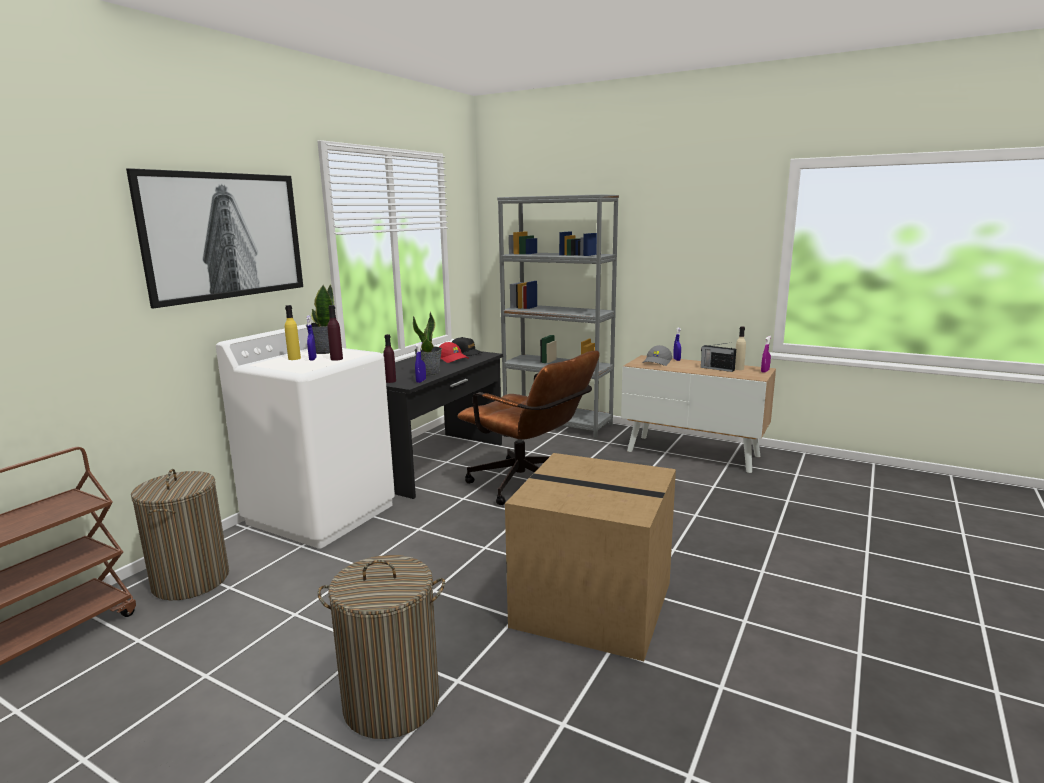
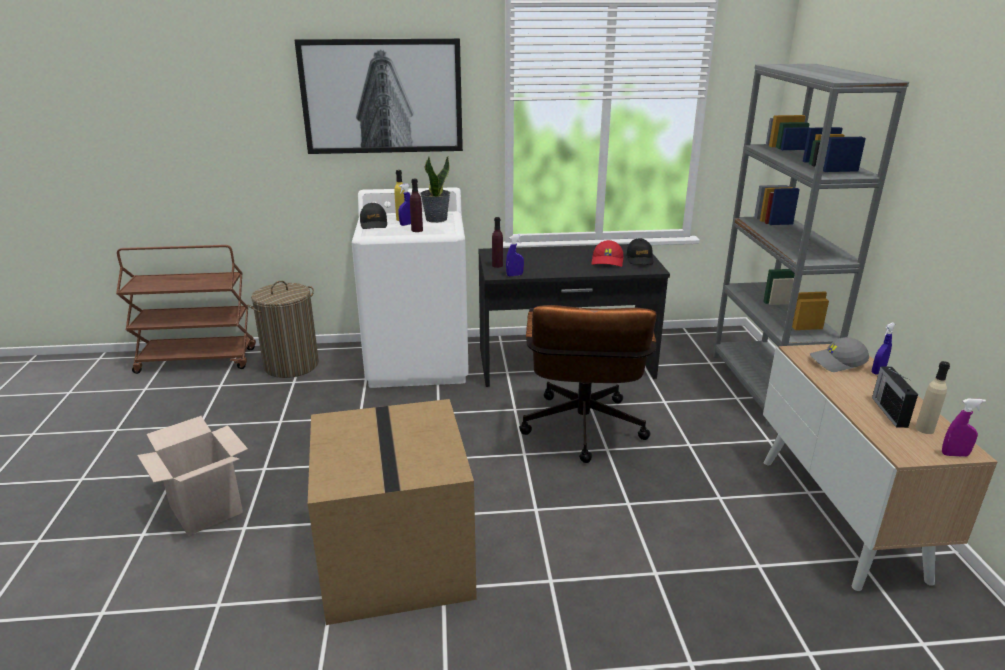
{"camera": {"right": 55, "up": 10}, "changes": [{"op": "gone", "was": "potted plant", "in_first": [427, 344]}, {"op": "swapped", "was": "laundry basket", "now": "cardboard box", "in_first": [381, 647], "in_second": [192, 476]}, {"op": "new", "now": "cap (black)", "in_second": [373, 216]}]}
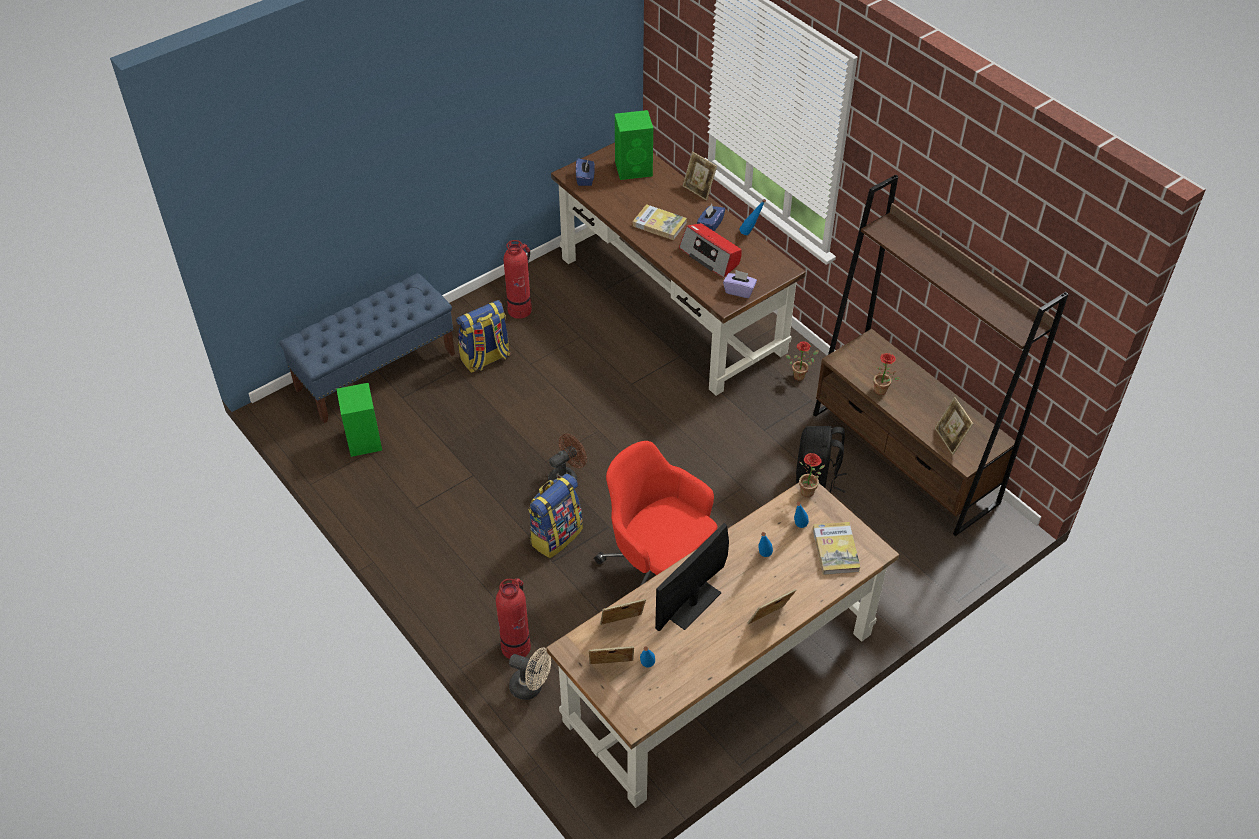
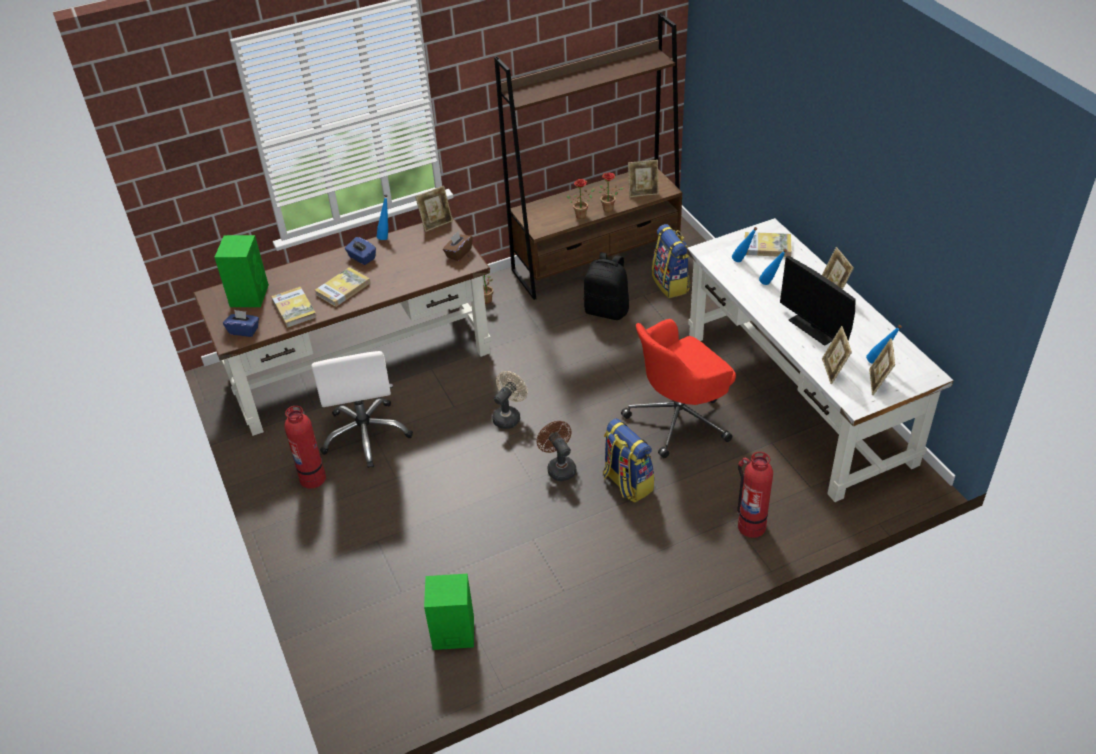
{"camera": {"right": -75, "up": -5}, "changes": [{"op": "shifted", "was": "picture frame", "in_first": [700, 176], "in_second": [434, 209]}, {"op": "gone", "was": "radio", "in_first": [710, 250]}, {"op": "repainted", "was": "tissue box (purple)", "now": "tissue box (brown)", "in_first": [740, 284], "in_second": [458, 246]}, {"op": "gone", "was": "bench (blue)", "in_first": [367, 348]}, {"op": "shifted", "was": "backpack", "in_first": [483, 336], "in_second": [671, 261]}, {"op": "shifted", "was": "potted plant", "in_first": [812, 475], "in_second": [612, 192]}, {"op": "repainted", "was": "desk (brown)", "now": "desk (white)", "in_first": [722, 645], "in_second": [820, 360]}, {"op": "shifted", "was": "fan (beige)", "in_first": [530, 673], "in_second": [510, 400]}, {"op": "new", "now": "book", "in_second": [294, 307]}, {"op": "new", "now": "office chair (white)", "in_second": [362, 409]}]}
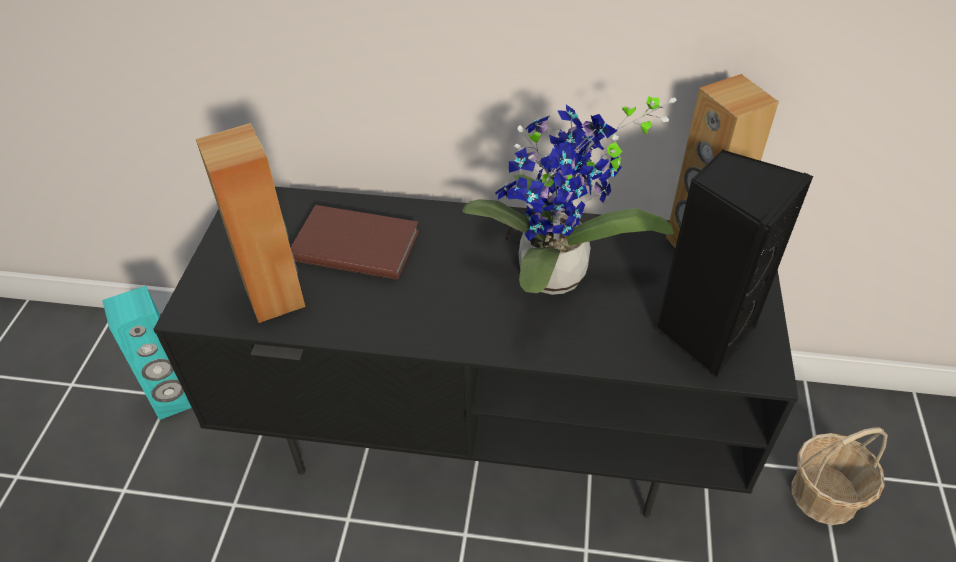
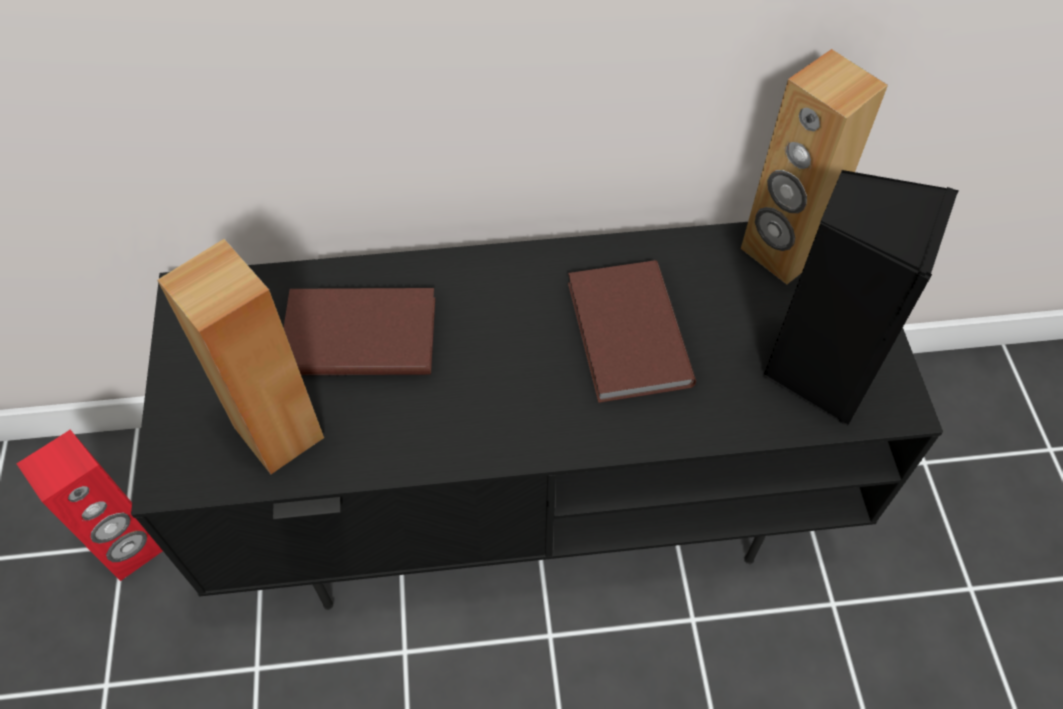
{"camera": {"right": -15, "up": 10}, "changes": [{"op": "swapped", "was": "potted plant", "now": "book (brown)", "in_first": [569, 195], "in_second": [632, 331]}, {"op": "repainted", "was": "speaker (turquoise)", "now": "speaker (red)", "in_first": [147, 353], "in_second": [89, 505]}, {"op": "gone", "was": "basket", "in_first": [840, 476]}]}
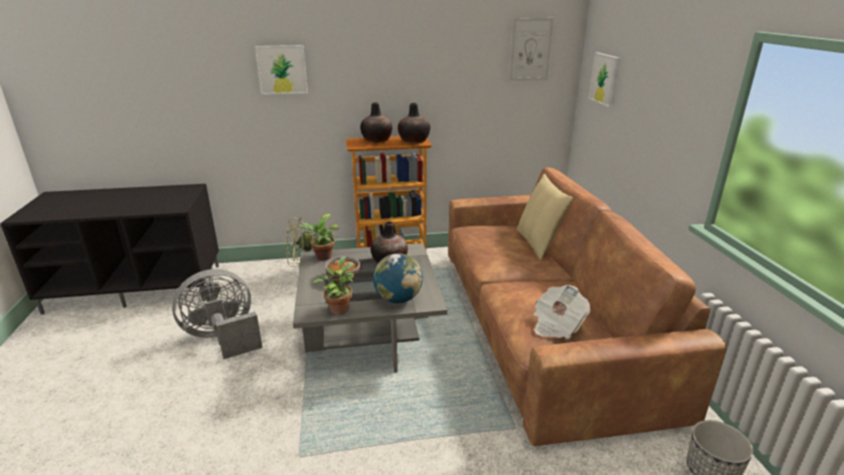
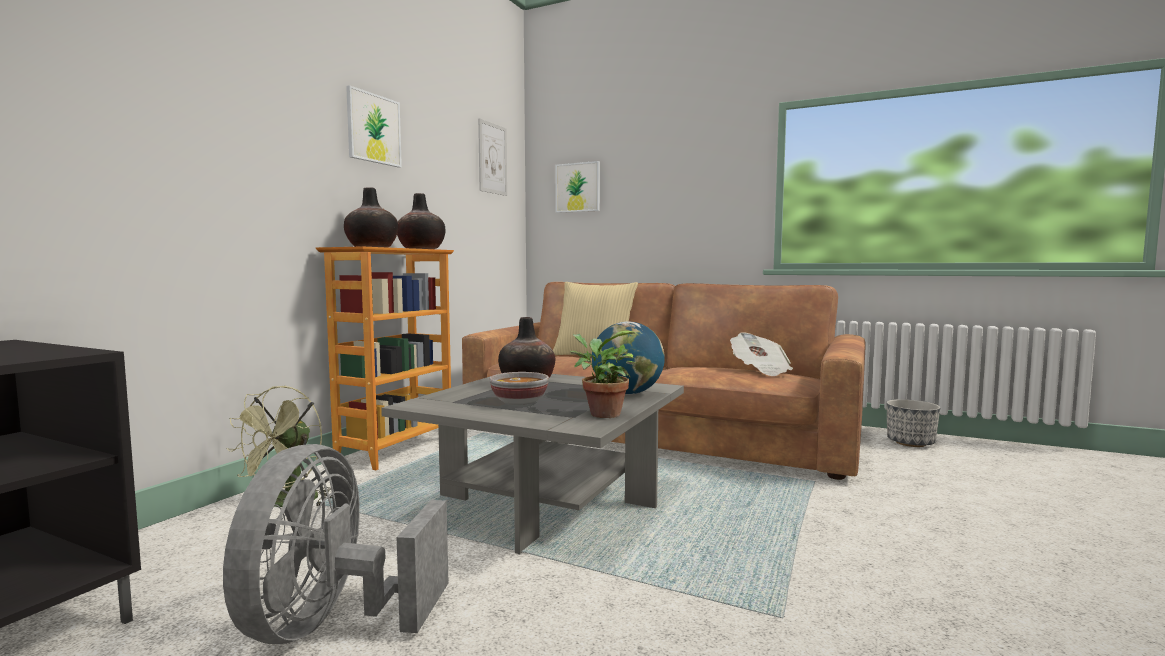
{"camera": {"right": -55, "up": -20}, "changes": [{"op": "shifted", "was": "picture", "in_first": [281, 70], "in_second": [374, 126]}, {"op": "gone", "was": "potted plant", "in_first": [318, 237]}]}
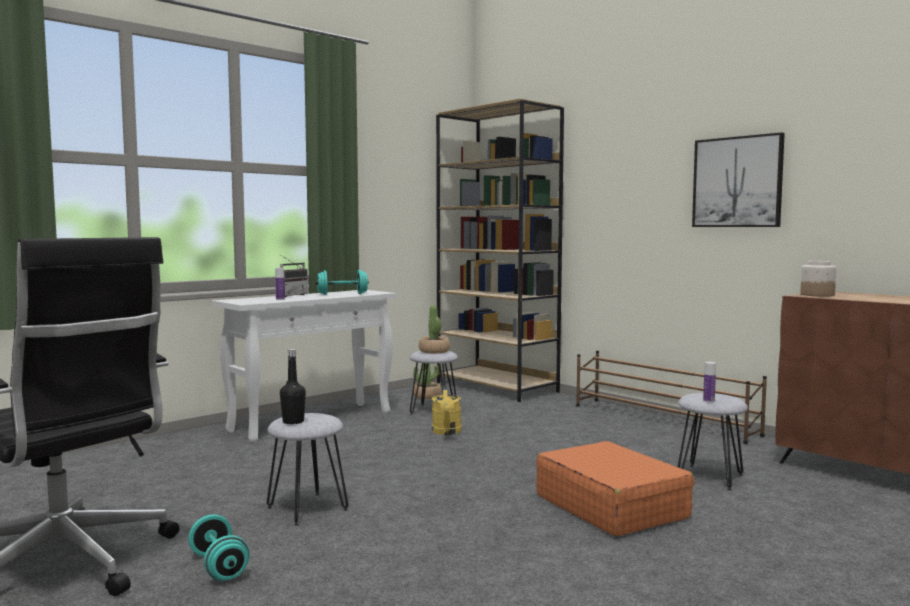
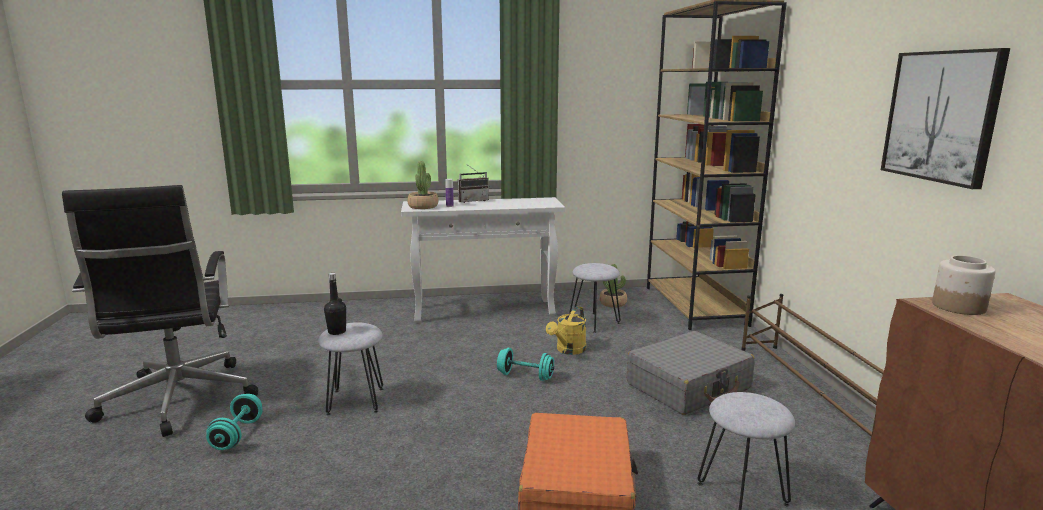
{"camera": {"right": 35, "up": 10}, "changes": [{"op": "shifted", "was": "dumbbell (turquoise)", "in_first": [342, 282], "in_second": [525, 364]}, {"op": "shifted", "was": "potted plant", "in_first": [434, 329], "in_second": [422, 185]}, {"op": "gone", "was": "bottle", "in_first": [709, 382]}, {"op": "new", "now": "suitcase (grey)", "in_second": [691, 373]}]}
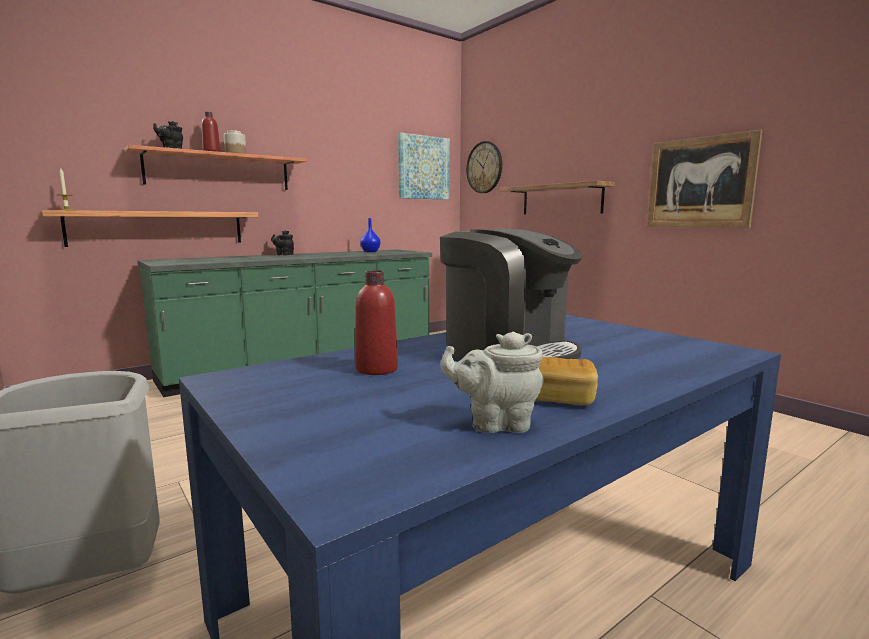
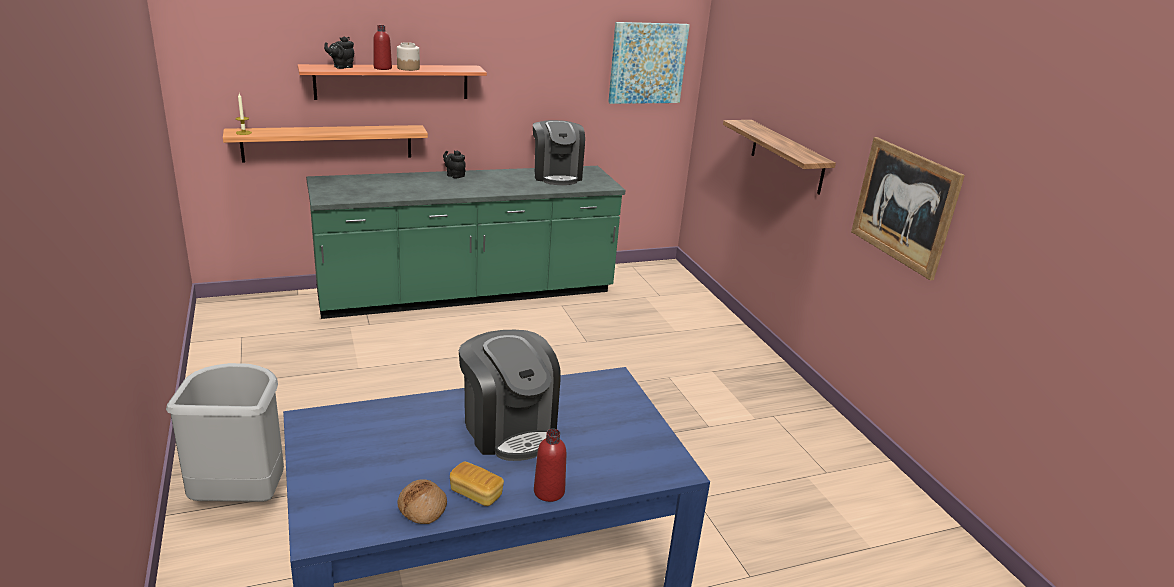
{"camera": {"right": 15, "up": 15}, "changes": [{"op": "gone", "was": "wall clock", "in_first": [484, 167]}, {"op": "swapped", "was": "vase (blue)", "now": "coffee machine", "in_first": [370, 235], "in_second": [559, 152]}, {"op": "shifted", "was": "bottle (red)", "in_first": [376, 322], "in_second": [550, 465]}, {"op": "swapped", "was": "teapot (grey)", "now": "bread", "in_first": [492, 382], "in_second": [422, 501]}]}
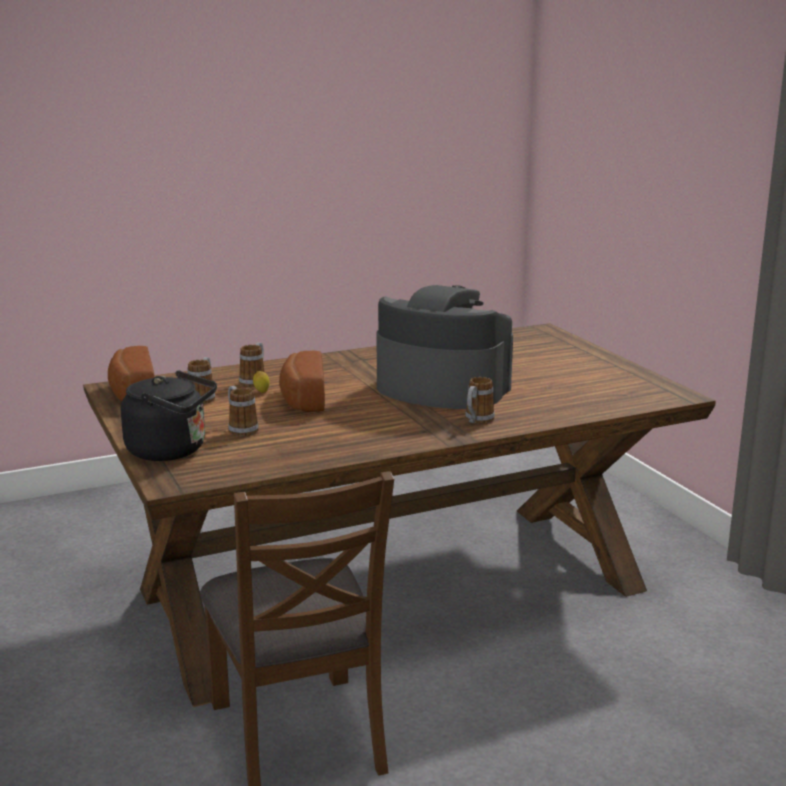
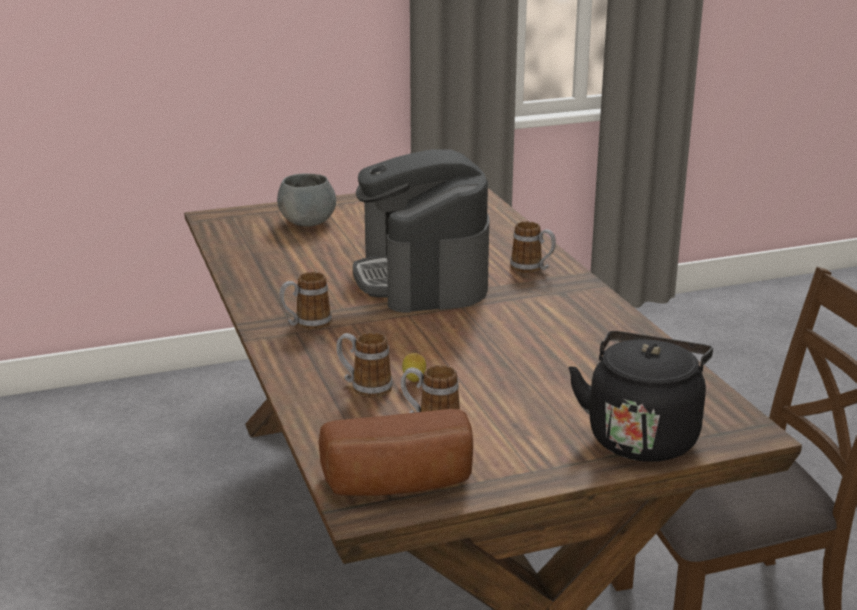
{"camera": {"right": -85, "up": 5}, "changes": [{"op": "rotated", "was": "coffee machine", "in_first": [445, 347], "in_second": [421, 231], "clockwise": -45}, {"op": "gone", "was": "bread", "in_first": [302, 381]}, {"op": "shifted", "was": "mug", "in_first": [243, 411], "in_second": [306, 301]}, {"op": "new", "now": "bowl (grey)", "in_second": [306, 200]}]}
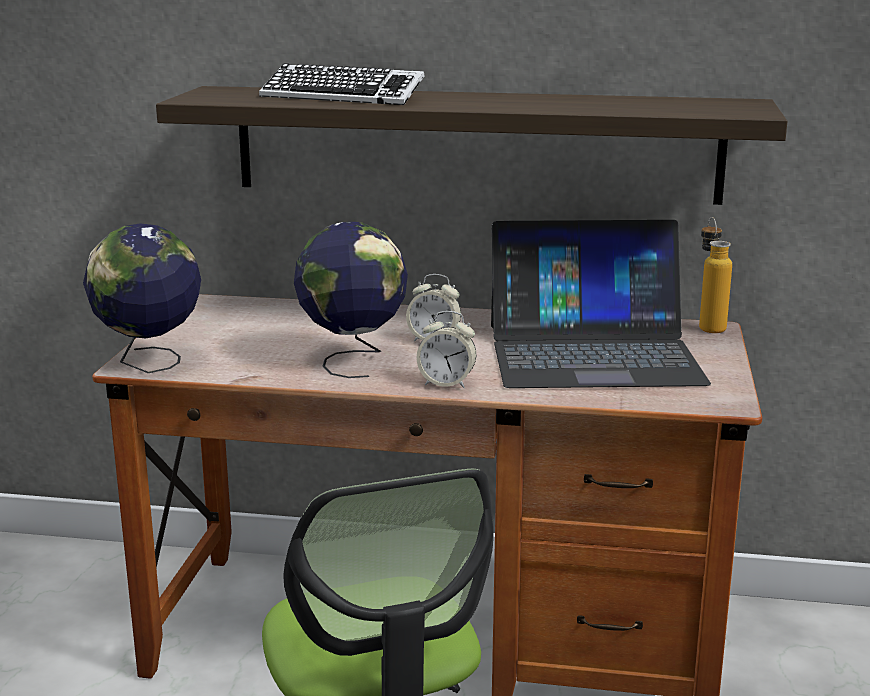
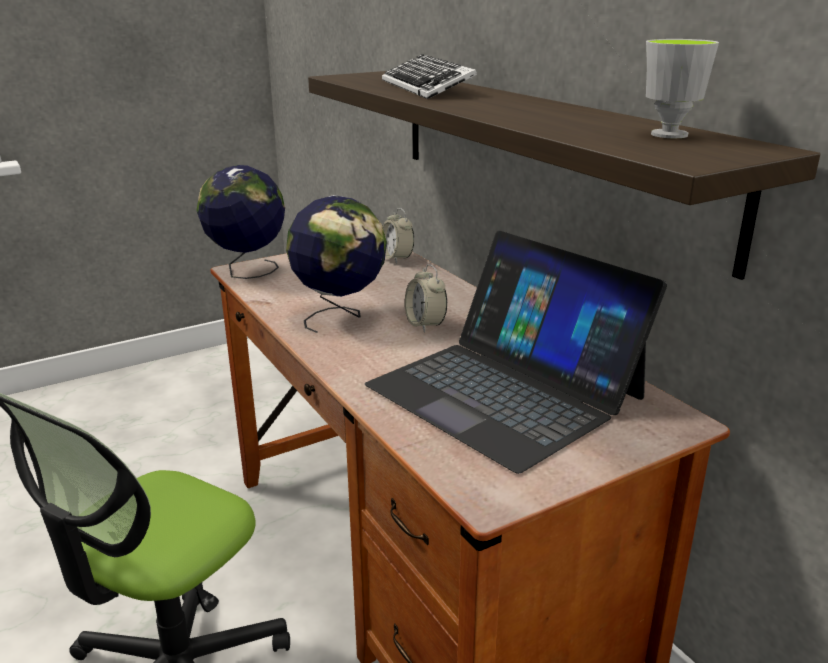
{"camera": {"right": 50, "up": 5}, "changes": [{"op": "gone", "was": "bottle", "in_first": [715, 275]}, {"op": "shifted", "was": "alarm clock", "in_first": [446, 349], "in_second": [398, 236]}, {"op": "new", "now": "cup", "in_second": [682, 88]}]}
